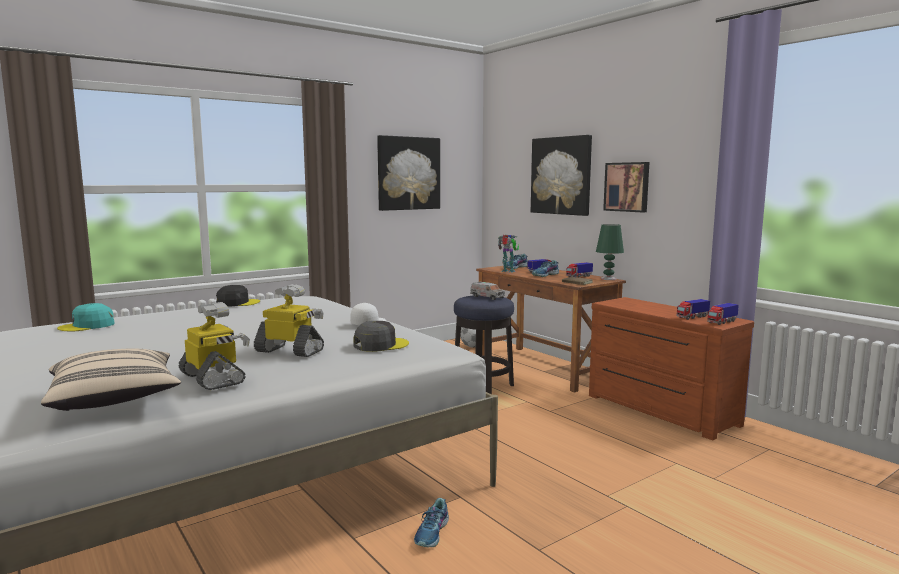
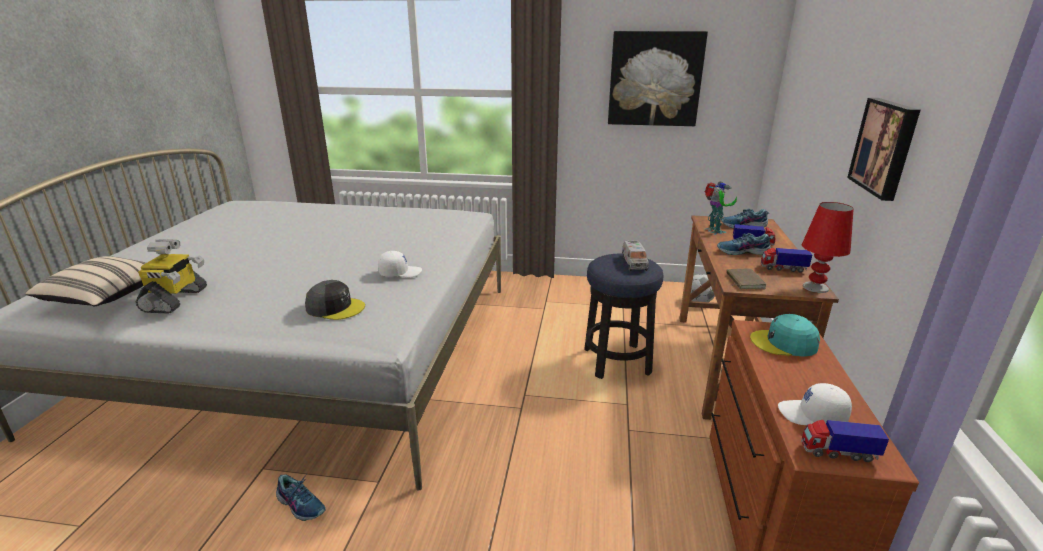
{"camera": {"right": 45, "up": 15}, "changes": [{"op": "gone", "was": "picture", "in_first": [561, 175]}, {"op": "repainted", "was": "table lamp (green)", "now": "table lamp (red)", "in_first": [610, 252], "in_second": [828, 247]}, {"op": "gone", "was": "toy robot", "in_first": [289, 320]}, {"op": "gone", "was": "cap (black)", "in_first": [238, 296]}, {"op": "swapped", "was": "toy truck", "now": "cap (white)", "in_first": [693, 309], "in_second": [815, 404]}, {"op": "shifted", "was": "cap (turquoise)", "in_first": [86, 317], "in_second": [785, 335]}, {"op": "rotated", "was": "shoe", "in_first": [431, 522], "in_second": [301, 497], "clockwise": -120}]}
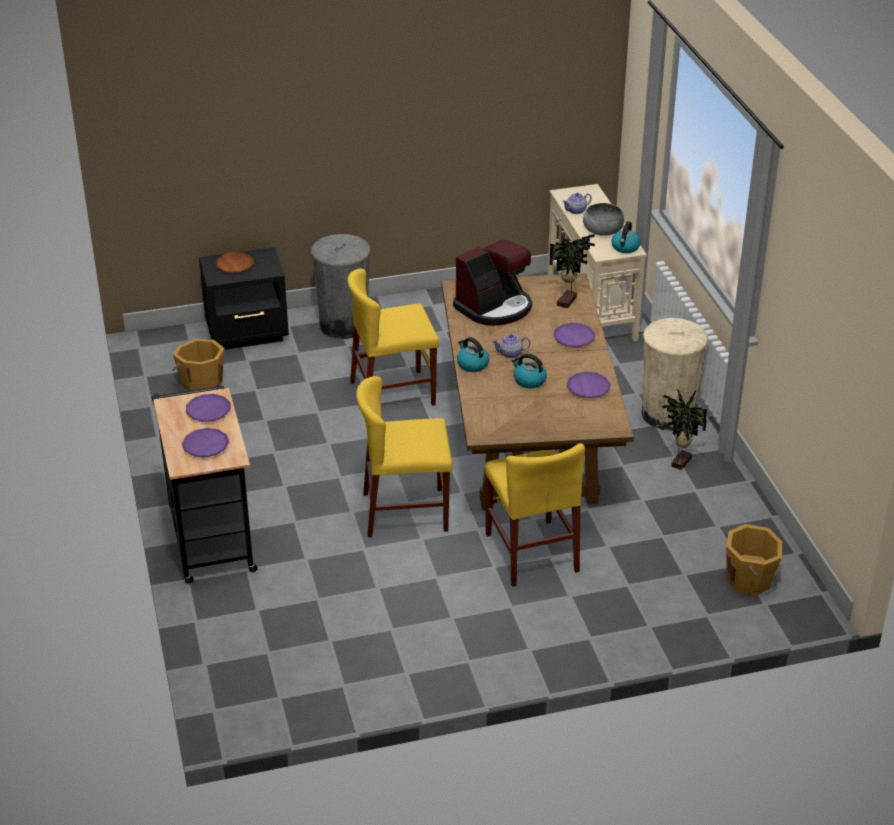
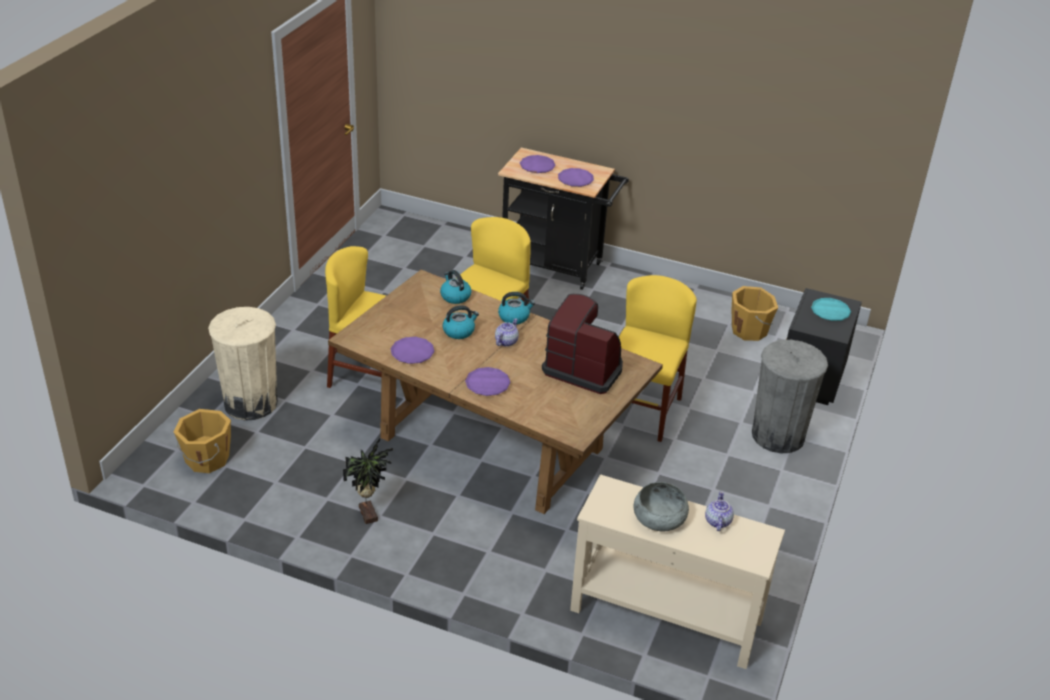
{"camera": {"right": 125, "up": 0}, "changes": [{"op": "shifted", "was": "kettle", "in_first": [626, 237], "in_second": [455, 287]}, {"op": "gone", "was": "potted plant", "in_first": [572, 271]}, {"op": "rotated", "was": "coffee machine", "in_first": [492, 283], "in_second": [582, 344], "clockwise": 120}, {"op": "repainted", "was": "plate (brown)", "now": "plate (turquoise)", "in_first": [235, 262], "in_second": [831, 309]}, {"op": "shifted", "was": "trash can (beige)", "in_first": [675, 374], "in_second": [243, 363]}]}
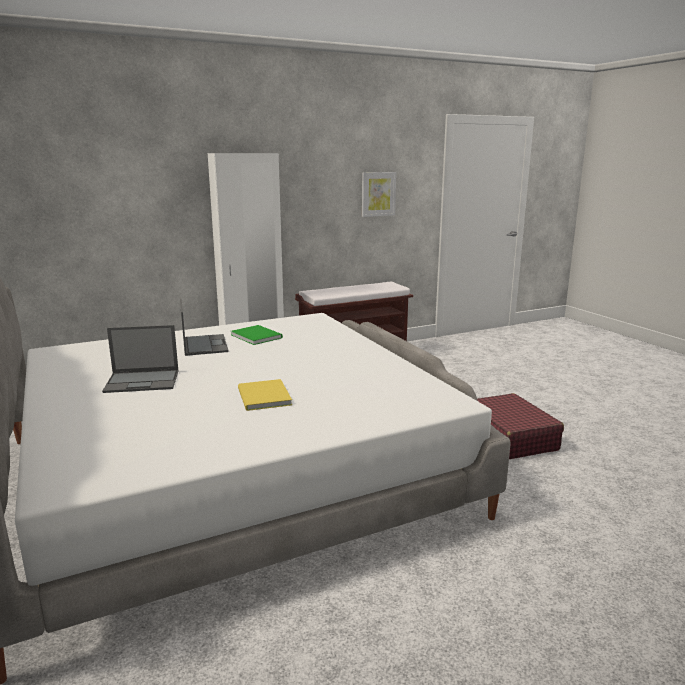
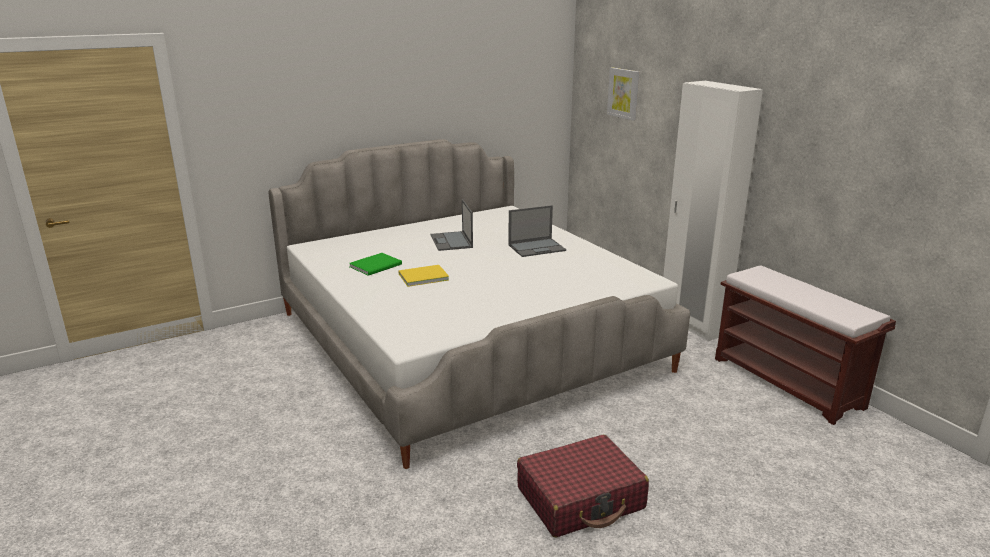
{"camera": {"right": 85, "up": 5}, "changes": [{"op": "shifted", "was": "picture", "in_first": [379, 194], "in_second": [623, 94]}, {"op": "shifted", "was": "book (green)", "in_first": [257, 335], "in_second": [375, 264]}]}
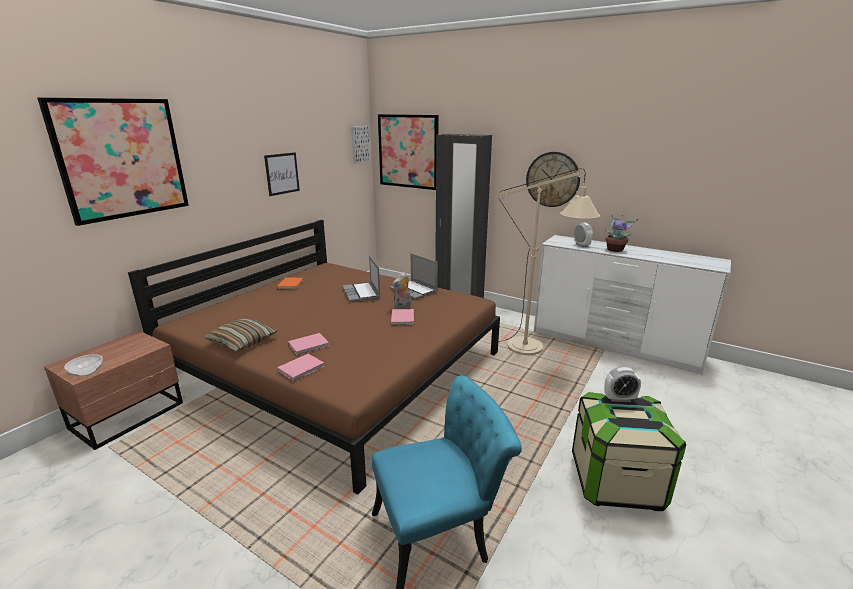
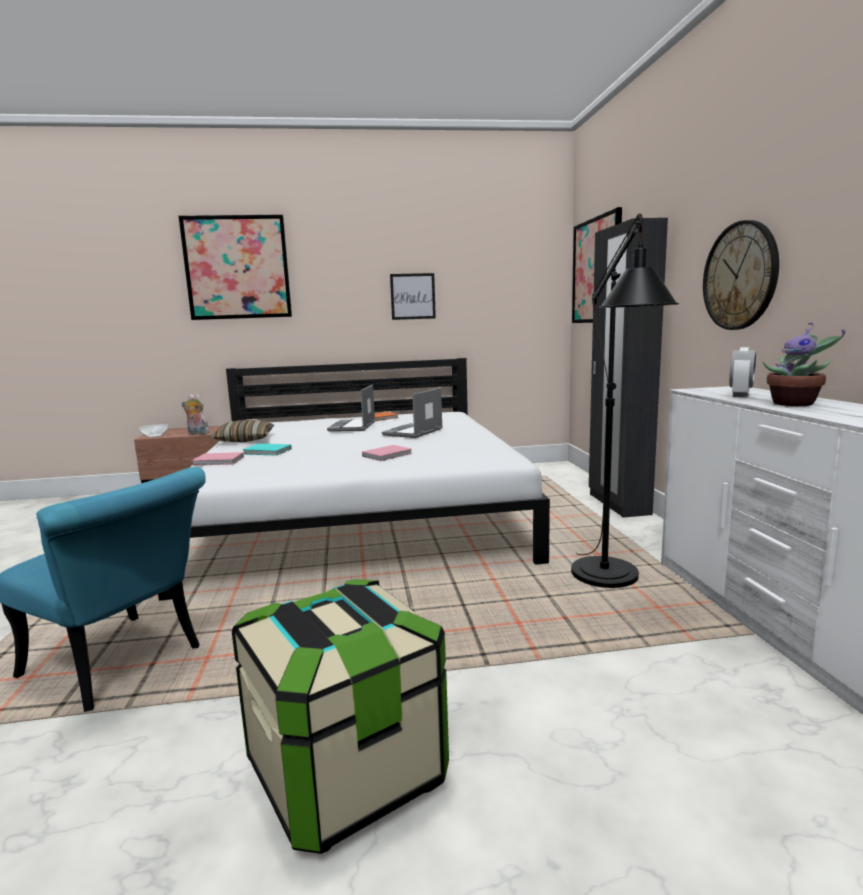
{"camera": {"right": 50, "up": -10}, "changes": [{"op": "gone", "was": "picture", "in_first": [360, 145]}, {"op": "repainted", "was": "floor lamp (beige)", "now": "floor lamp (black)", "in_first": [549, 261], "in_second": [625, 400]}, {"op": "repainted", "was": "bed (brown)", "now": "bed (white)", "in_first": [314, 357], "in_second": [354, 479]}, {"op": "shifted", "was": "laptop", "in_first": [413, 276], "in_second": [351, 408]}, {"op": "shifted", "was": "plush toy", "in_first": [401, 290], "in_second": [195, 414]}, {"op": "repainted", "was": "book (pink)", "now": "book (turquoise)", "in_first": [308, 344], "in_second": [267, 450]}, {"op": "gone", "was": "alarm clock", "in_first": [622, 384]}]}
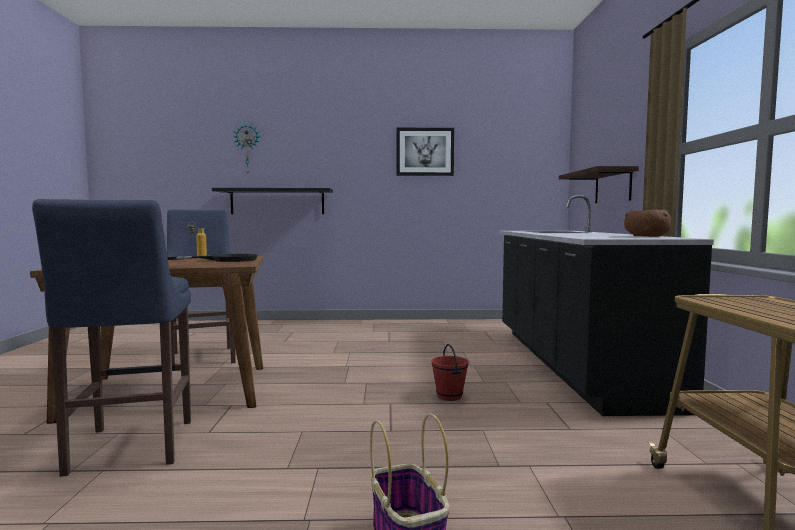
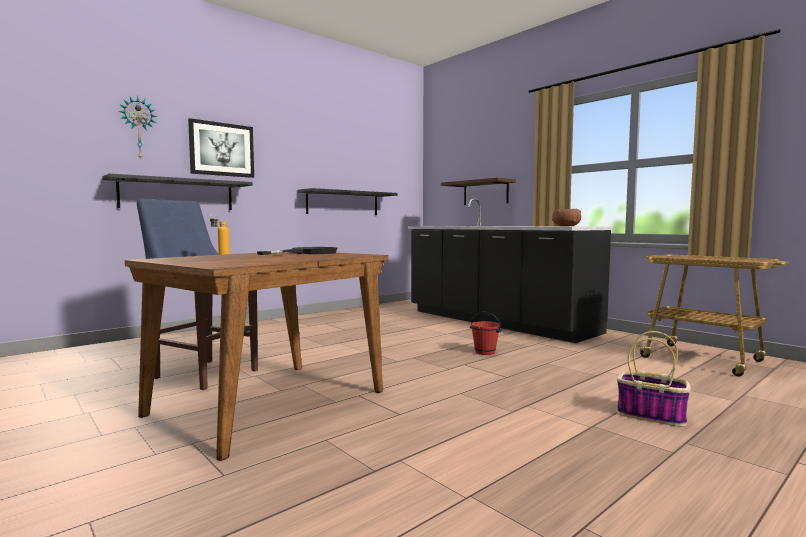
{"camera": {"right": -40, "up": 0}, "changes": [{"op": "shifted", "was": "picture", "in_first": [425, 152], "in_second": [221, 148]}, {"op": "gone", "was": "stool (blue)", "in_first": [111, 338]}, {"op": "new", "now": "shelf (black)", "in_second": [347, 201]}]}
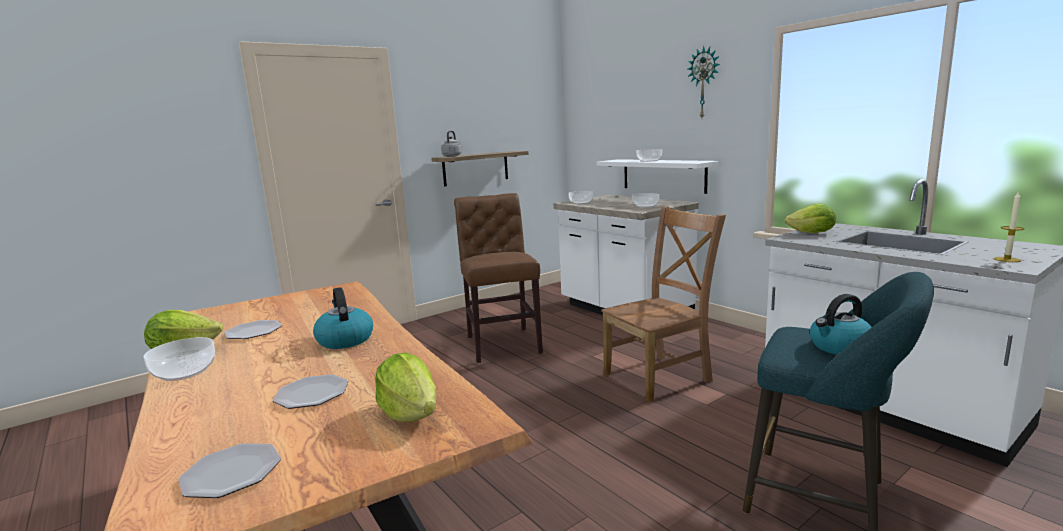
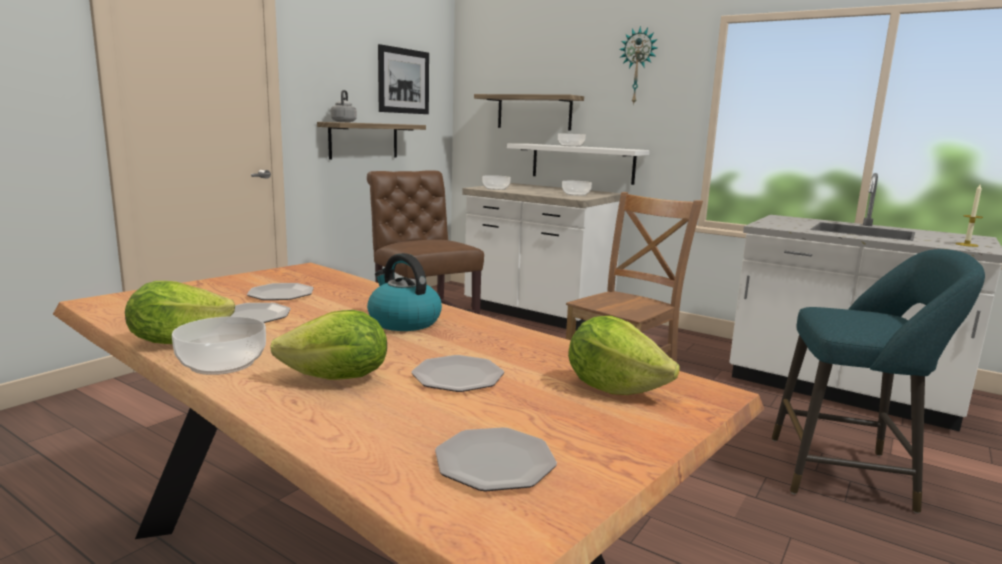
{"camera": {"right": -20, "up": 0}, "changes": [{"op": "shifted", "was": "lettuce", "in_first": [810, 218], "in_second": [328, 345]}, {"op": "gone", "was": "kettle", "in_first": [841, 324]}, {"op": "new", "now": "picture", "in_second": [403, 79]}, {"op": "new", "now": "shelf", "in_second": [529, 112]}, {"op": "new", "now": "plate", "in_second": [280, 291]}]}
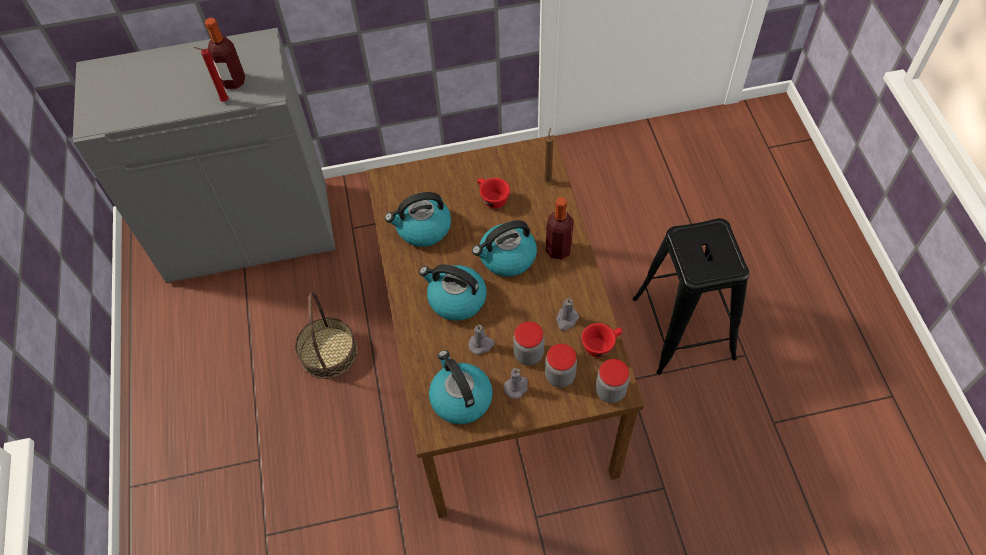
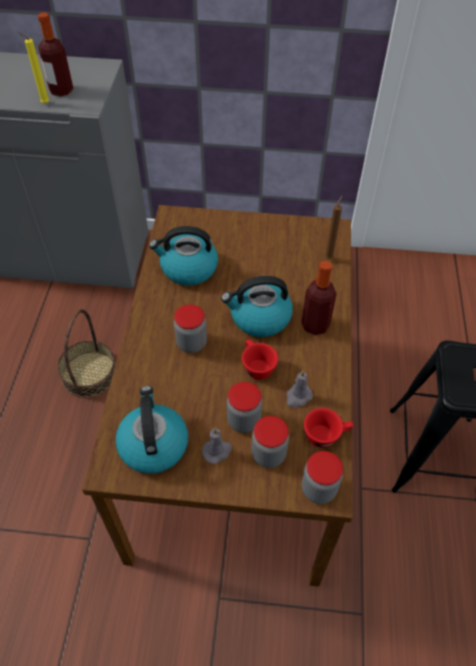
{"camera": {"right": 15, "up": -5}, "changes": [{"op": "repainted", "was": "candle (red)", "now": "candle (yellow)", "in_first": [211, 74], "in_second": [34, 68]}, {"op": "shifted", "was": "cup (red)", "in_first": [493, 193], "in_second": [260, 359]}, {"op": "swapped", "was": "kettle", "now": "jar", "in_first": [452, 292], "in_second": [190, 328]}, {"op": "gone", "was": "candle (grey)", "in_first": [481, 339]}]}
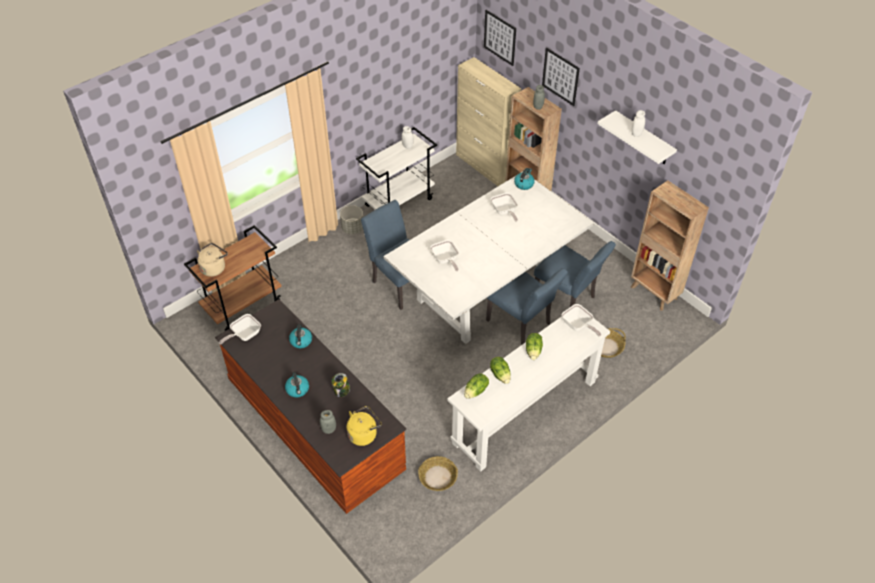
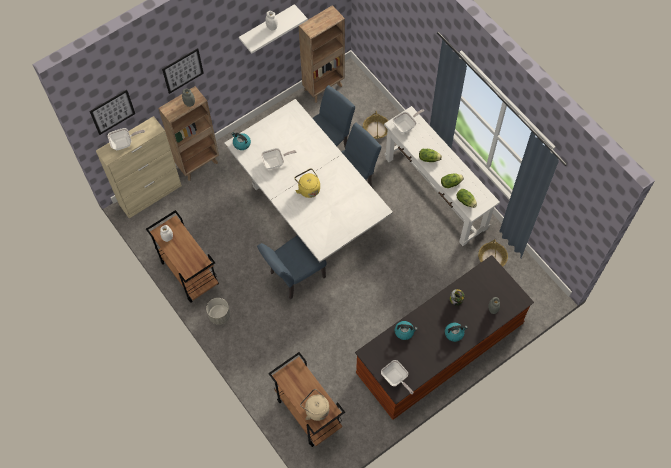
{"camera": {"right": -85, "up": 15}, "changes": [{"op": "repainted", "was": "cart (white)", "now": "cart (brown)", "in_first": [396, 168], "in_second": [182, 256]}, {"op": "shifted", "was": "frying pan", "in_first": [444, 255], "in_second": [126, 139]}, {"op": "shifted", "was": "kettle (yellow)", "in_first": [364, 426], "in_second": [307, 183]}]}
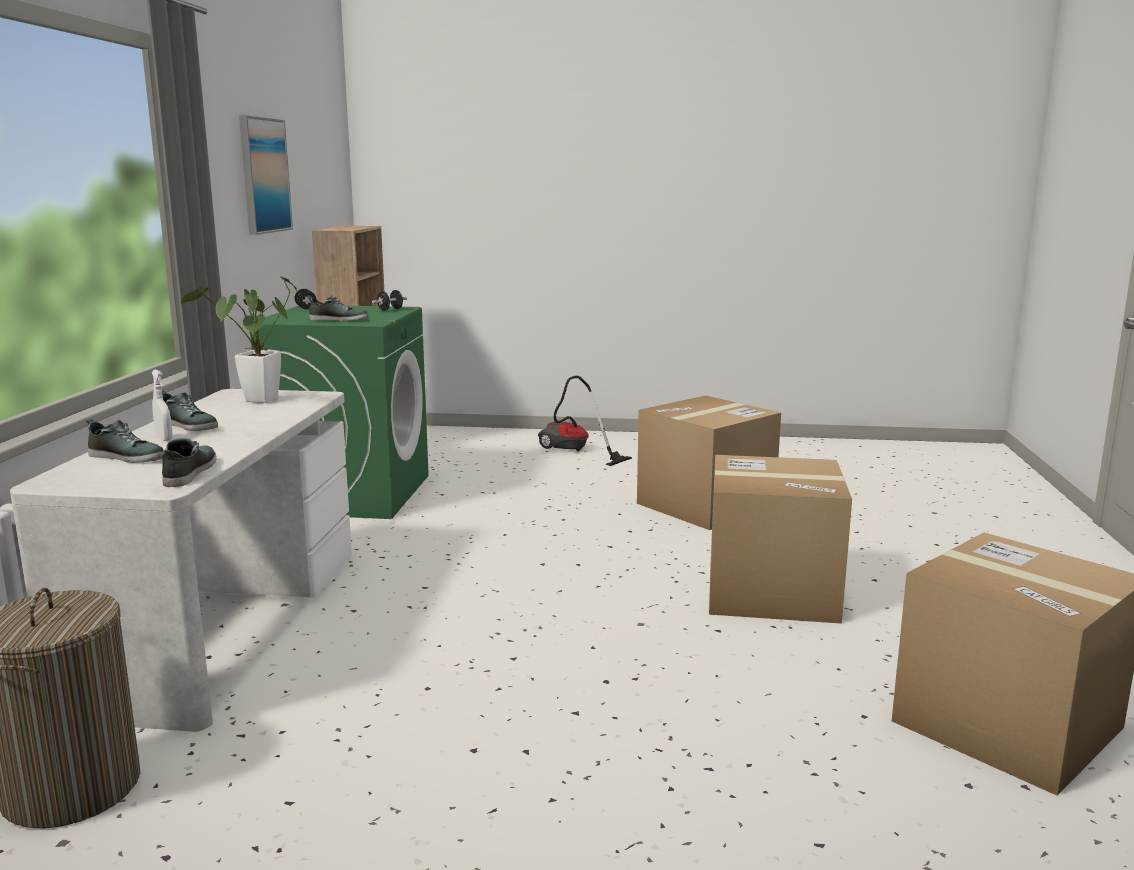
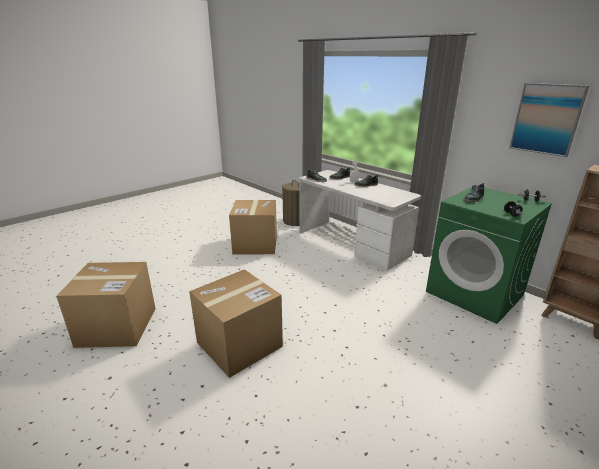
{"camera": {"right": 130, "up": 10}, "changes": [{"op": "gone", "was": "potted plant", "in_first": [238, 339]}, {"op": "gone", "was": "vacuum cleaner", "in_first": [585, 421]}, {"op": "shifted", "was": "cardboard box", "in_first": [709, 462], "in_second": [253, 227]}]}
